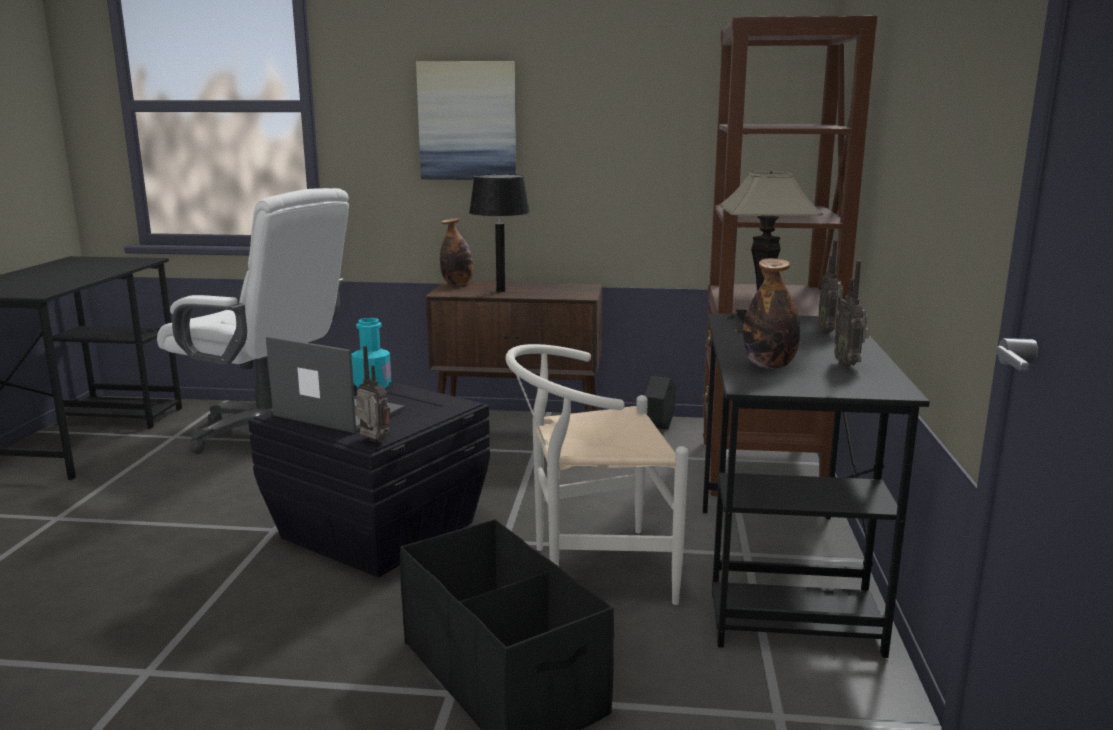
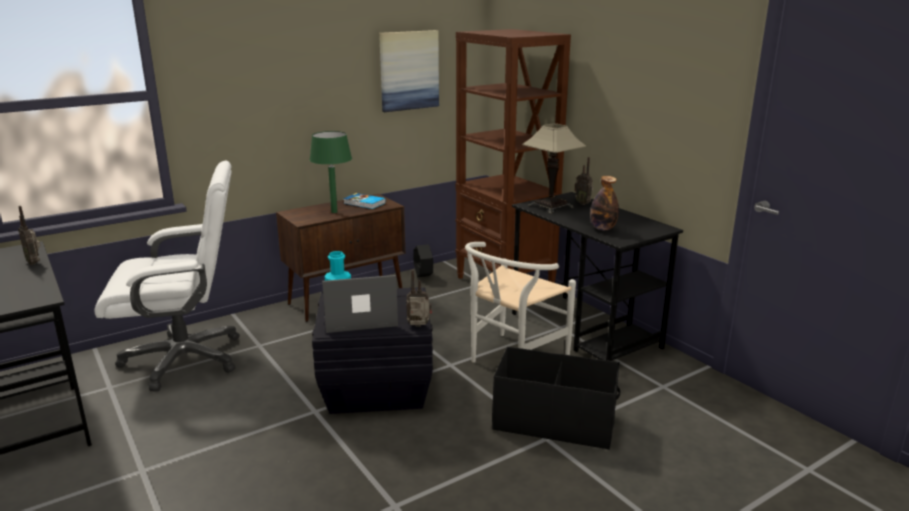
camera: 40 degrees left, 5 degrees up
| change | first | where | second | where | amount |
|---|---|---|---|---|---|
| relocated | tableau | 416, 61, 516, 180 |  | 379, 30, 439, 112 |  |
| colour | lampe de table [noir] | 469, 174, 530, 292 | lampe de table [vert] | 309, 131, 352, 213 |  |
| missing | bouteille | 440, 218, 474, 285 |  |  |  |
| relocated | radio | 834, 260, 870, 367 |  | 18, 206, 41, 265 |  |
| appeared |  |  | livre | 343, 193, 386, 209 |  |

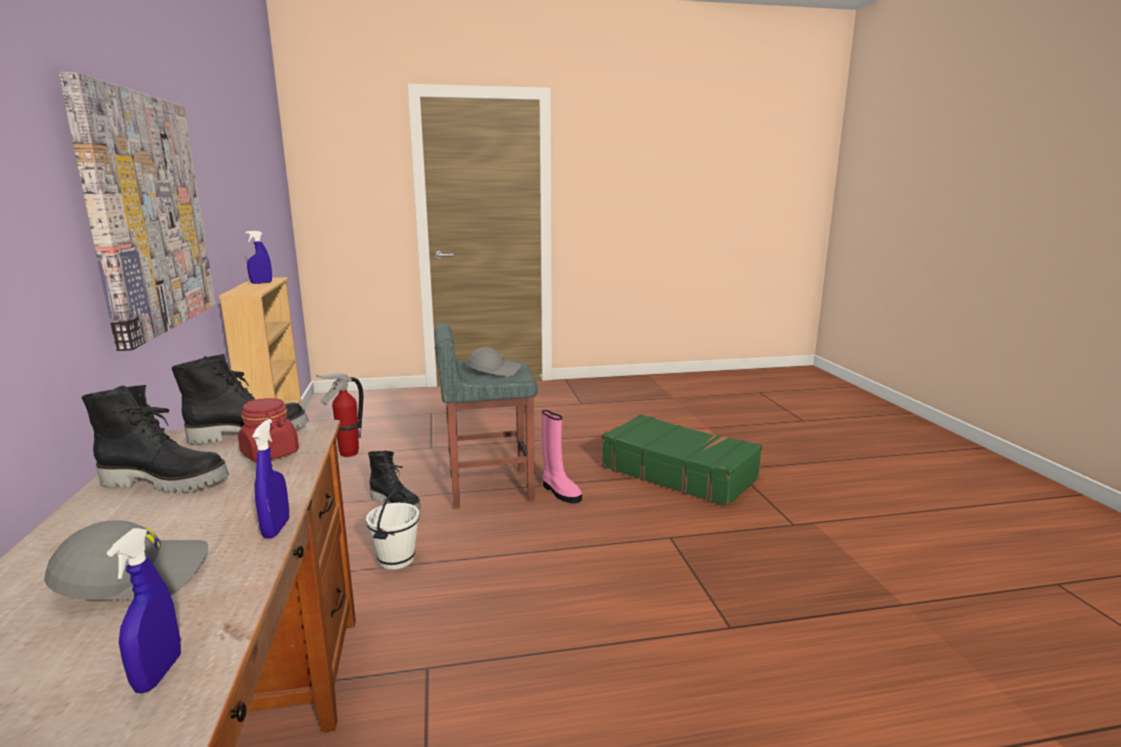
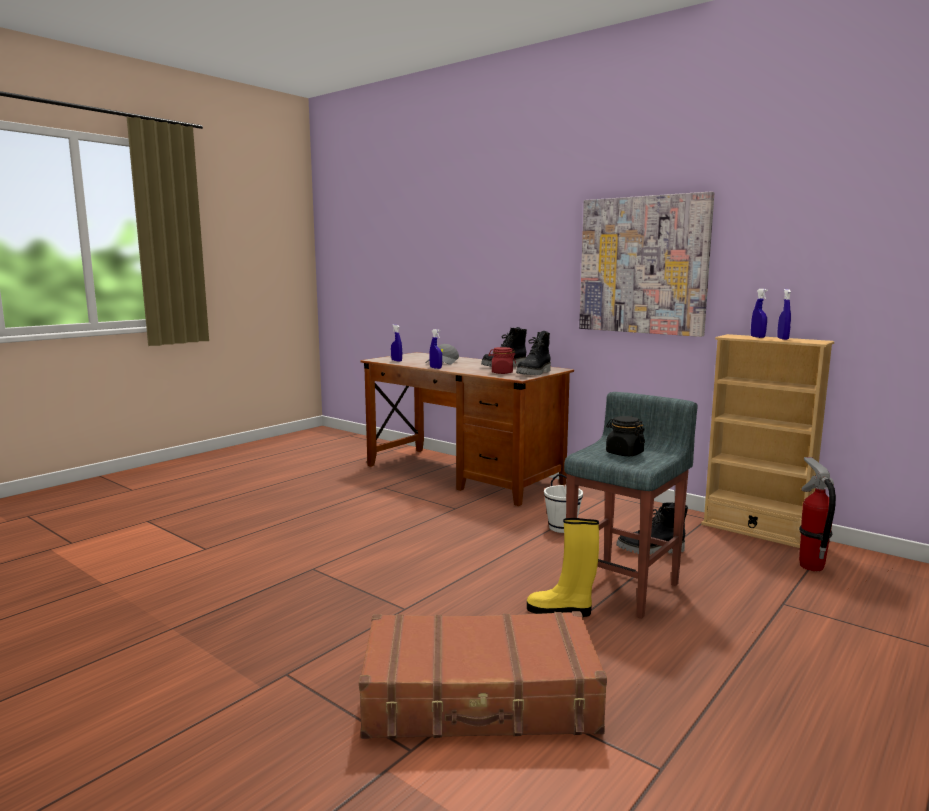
camera: 140 degrees right, 5 degrees down
| change | first | where | second | where | amount |
|---|---|---|---|---|---|
| exchanged | casquette [gris] | 467, 347, 521, 377 | bocal [noir] | 606, 416, 645, 456 |  |
| colour | botte [rose] | 542, 410, 582, 504 | botte [jaune] | 527, 518, 599, 617 |  |
| colour | valise [vert] | 601, 414, 762, 507 | valise [marron] | 359, 611, 607, 739 |  |
| appeared |  |  | vaporisateur [bleu] | 751, 289, 768, 338 |  |

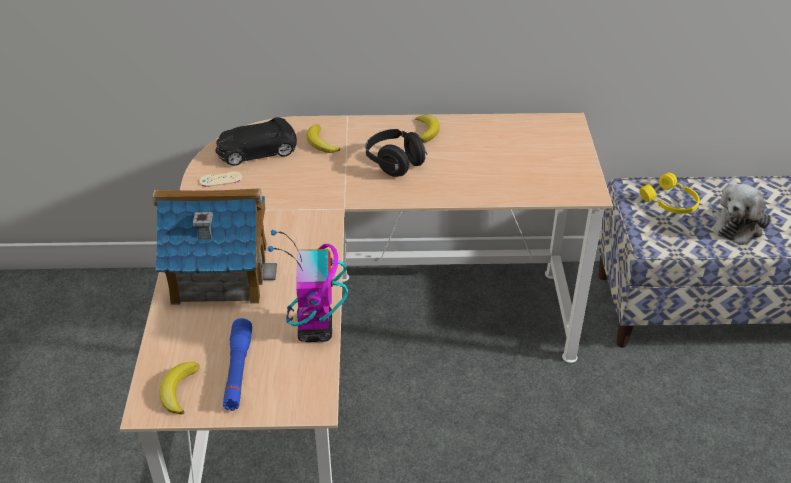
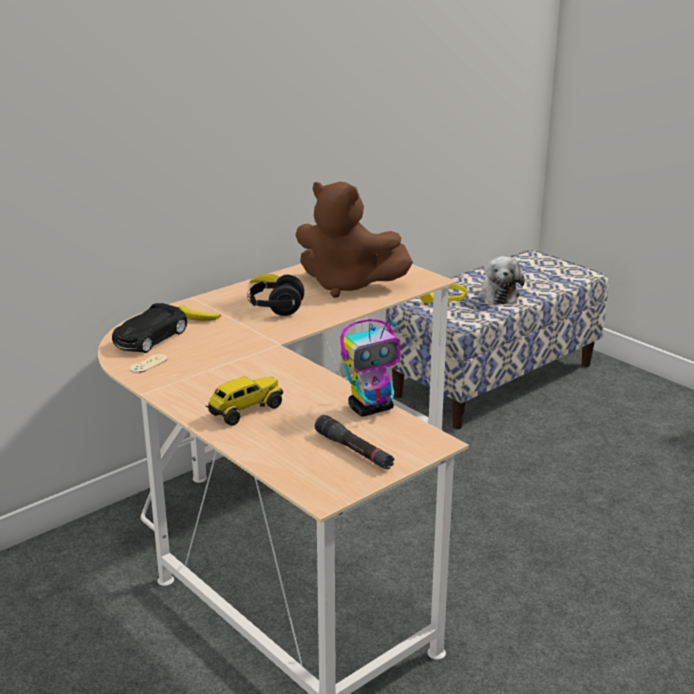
camera: 40 degrees left, 15 degrees down
| change | first | where | second | where | amount |
|---|---|---|---|---|---|
| exchanged | maison miniature | 152, 188, 277, 305 | camion jouet | 206, 377, 283, 426 |  |
| spun | robot jouet | 268, 230, 348, 342 |  | 341, 319, 400, 417 | 75 degrees counterclockwise |
| colour | lampe de poche [bleu] | 223, 318, 252, 411 | lampe de poche [noir] | 315, 415, 394, 470 |  |
| missing | banane | 159, 362, 200, 415 |  |  |  |
| appeared |  |  | peluche [marron] | 295, 182, 413, 298 |  |

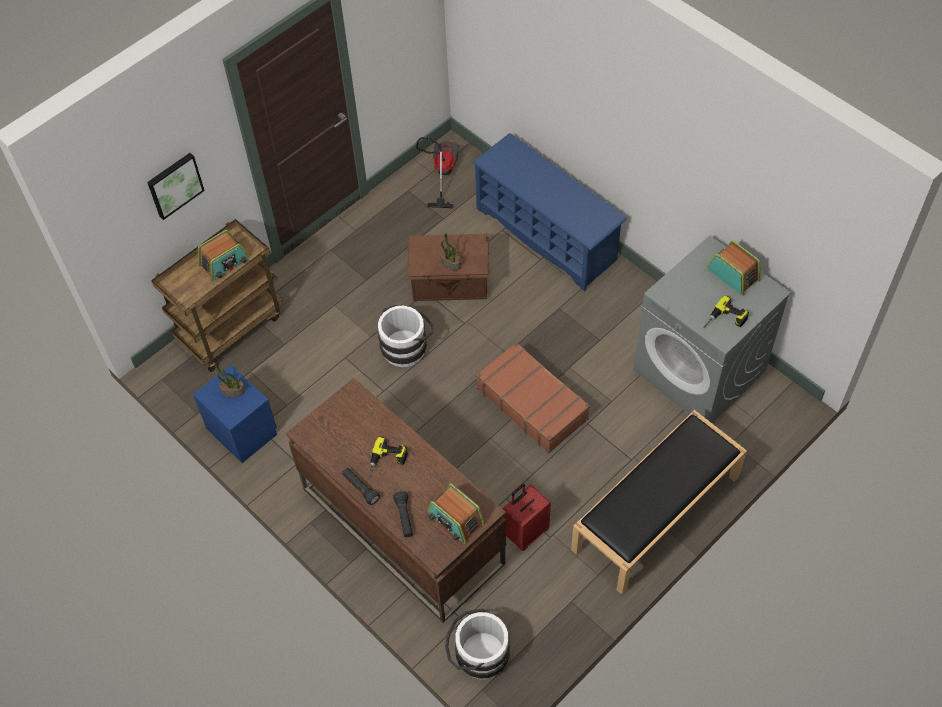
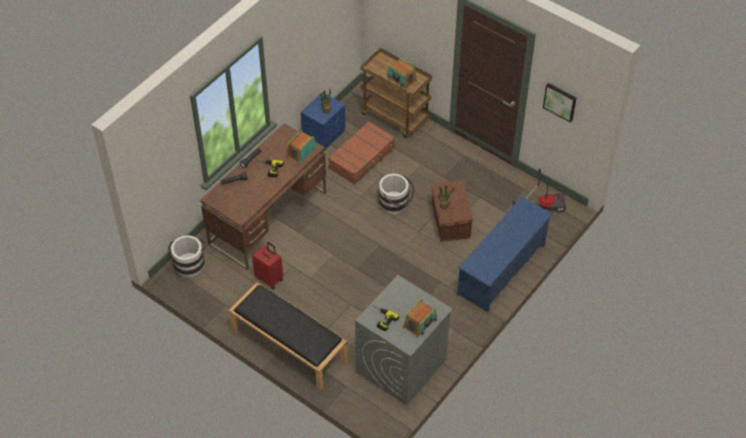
camera: 80 degrees right, 5 degrees down
| change | first | where | second | where | amount |
|---|---|---|---|---|---|
| relocated | tableau | 147, 153, 205, 220 |  | 543, 83, 576, 122 |  |
| relocated | valise [marron] | 476, 342, 590, 453 |  | 328, 121, 395, 185 |  |
| relocated | radio | 428, 483, 485, 544 |  | 287, 130, 317, 163 |  |

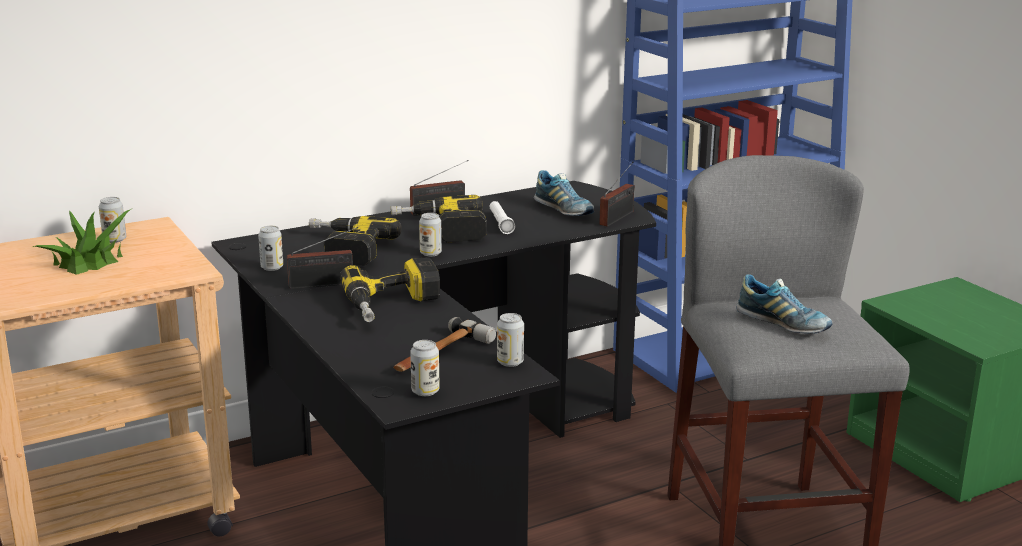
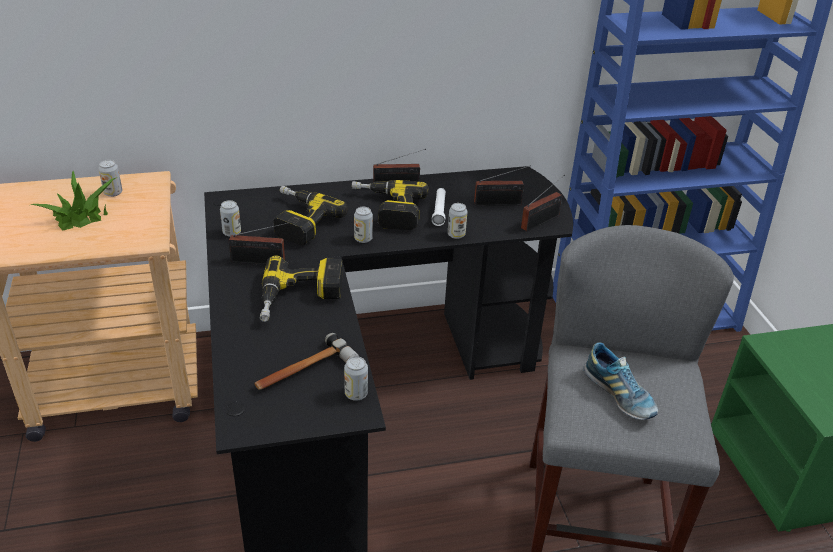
camera: 15 degrees right, 15 degrees up
| change | first | where | second | where | amount |
|---|---|---|---|---|---|
| exchanged | chaussure | 534, 170, 594, 216 | radio | 474, 165, 531, 206 |  |
| relocated | boîte métallique | 410, 340, 439, 396 |  | 448, 203, 468, 239 |  |

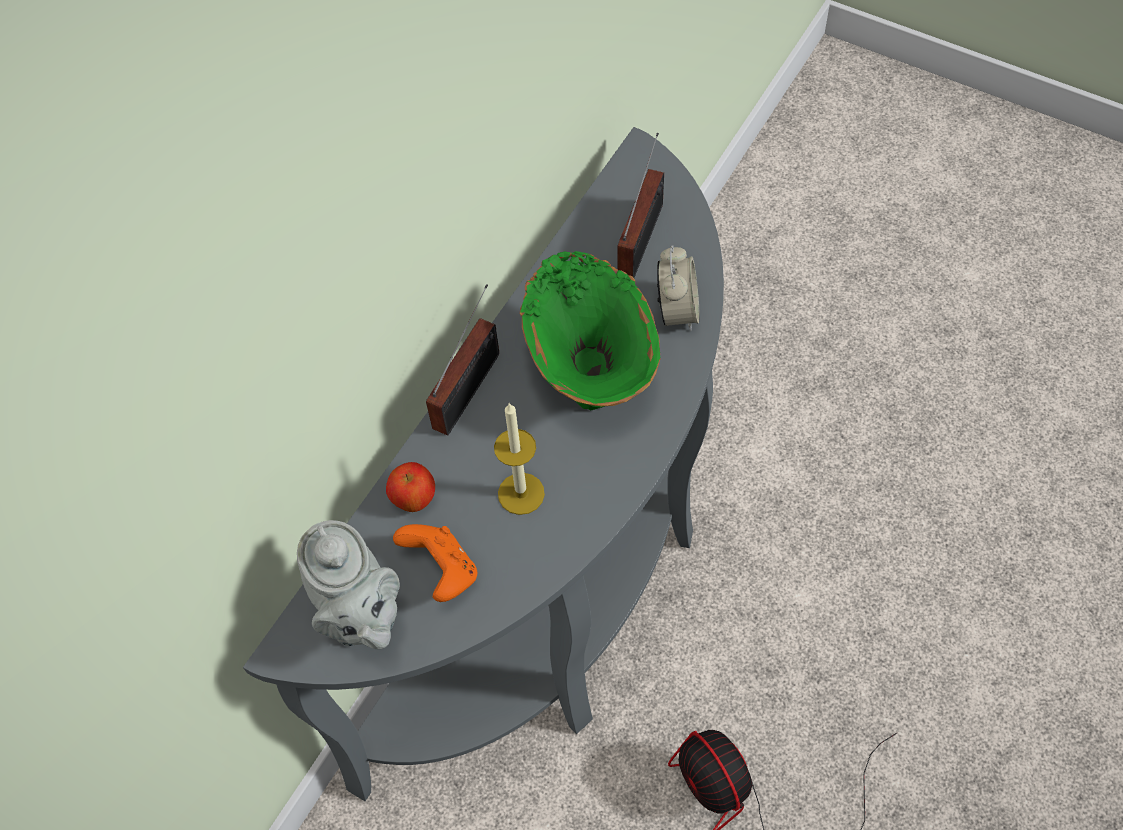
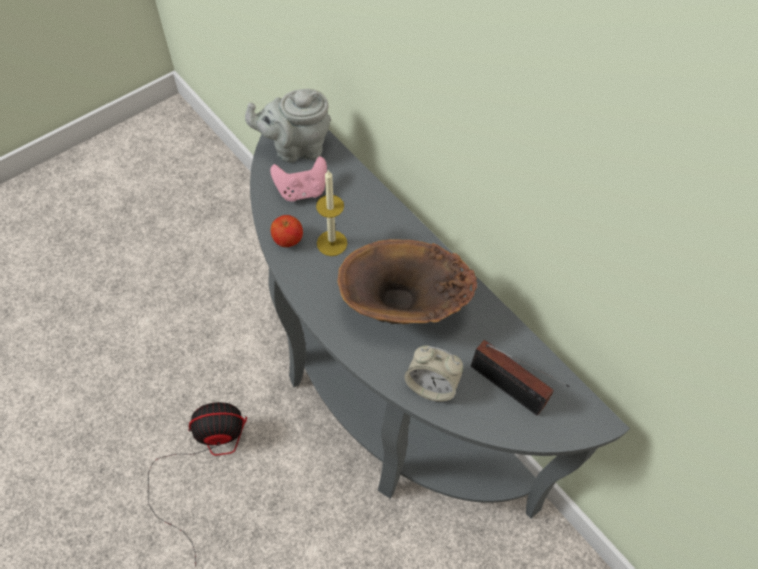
camera: 105 degrees right, 0 degrees up
| change | first | where | second | where | amount |
|---|---|---|---|---|---|
| colour | vase [vert] | 520, 251, 660, 411 | vase [marron] | 337, 239, 477, 324 |  |
| missing | radio | 426, 284, 499, 436 |  |  |  |
| relocated | pomme | 386, 462, 435, 512 |  | 271, 215, 303, 247 |  |
| colour | manette [orange] | 393, 524, 477, 602 | manette [rose] | 270, 156, 327, 202 |  |

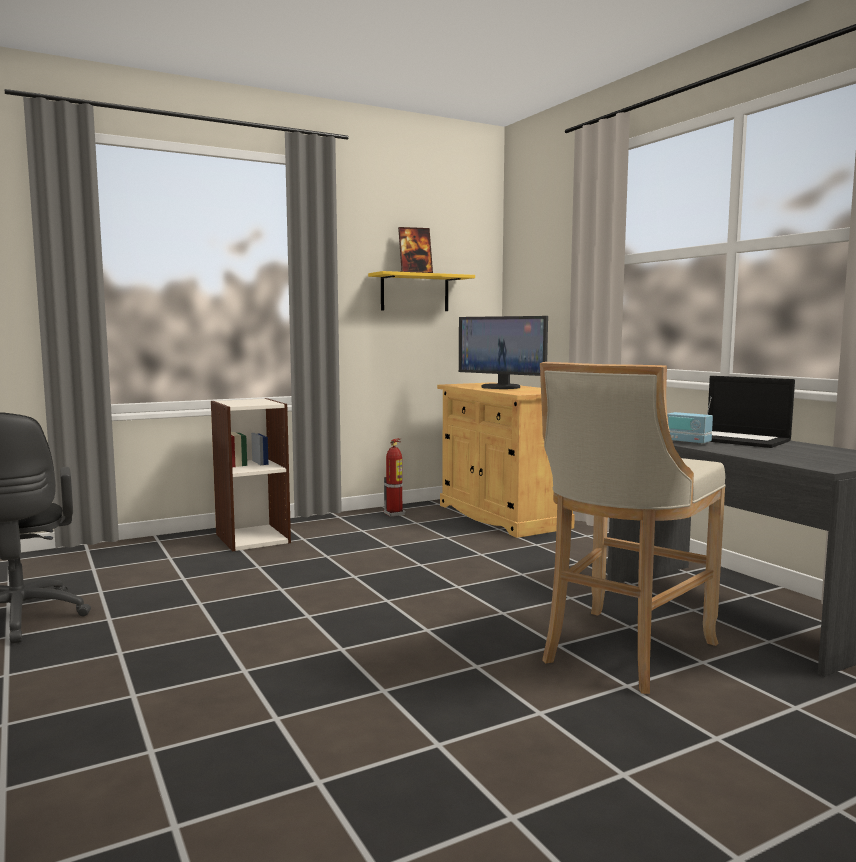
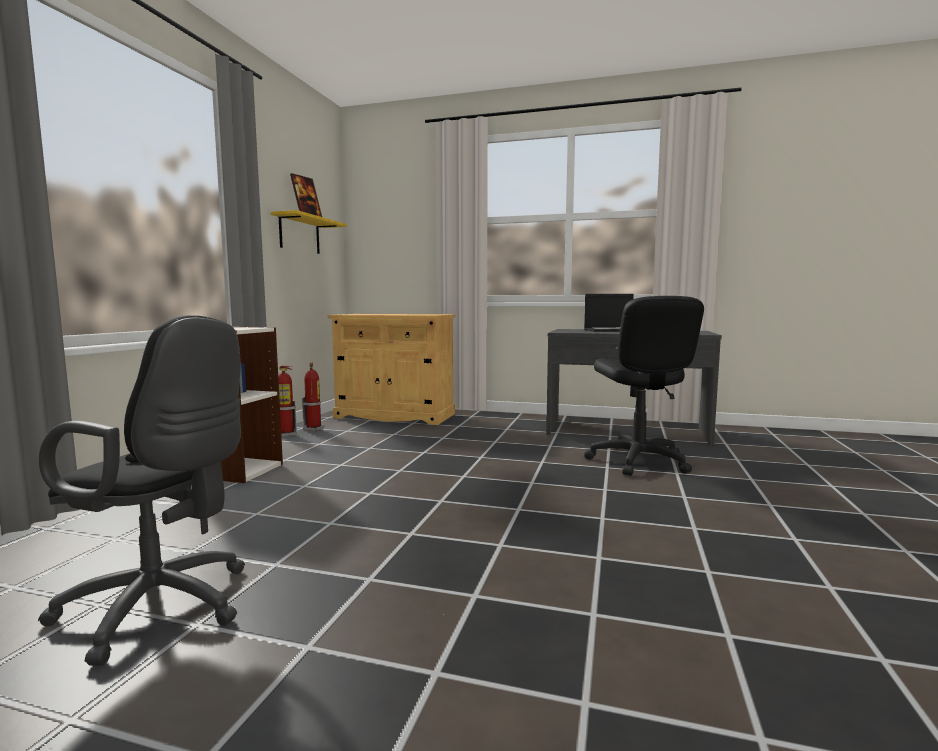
camera: 45 degrees left, 0 degrees up
| change | first | where | second | where | amount |
|---|---|---|---|---|---|
| missing | écran d'ordinateur | 459, 316, 548, 389 |  |  |  |
| exchanged | tabouret [beige] | 540, 362, 726, 694 | chaise de bureau [noir] | 584, 296, 704, 476 |  |
| missing | radio | 667, 397, 713, 445 |  |  |  |
| appeared |  |  | extincteur | 278, 365, 297, 437 |  |

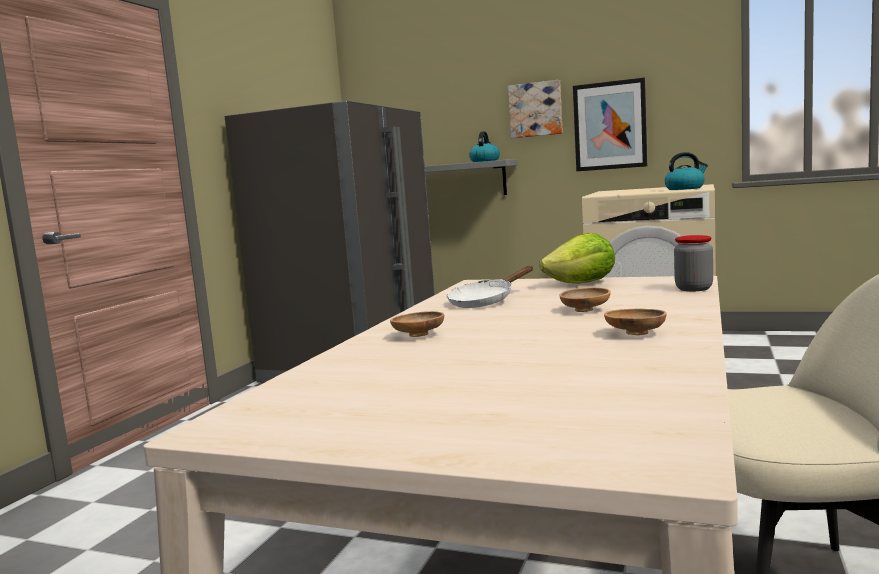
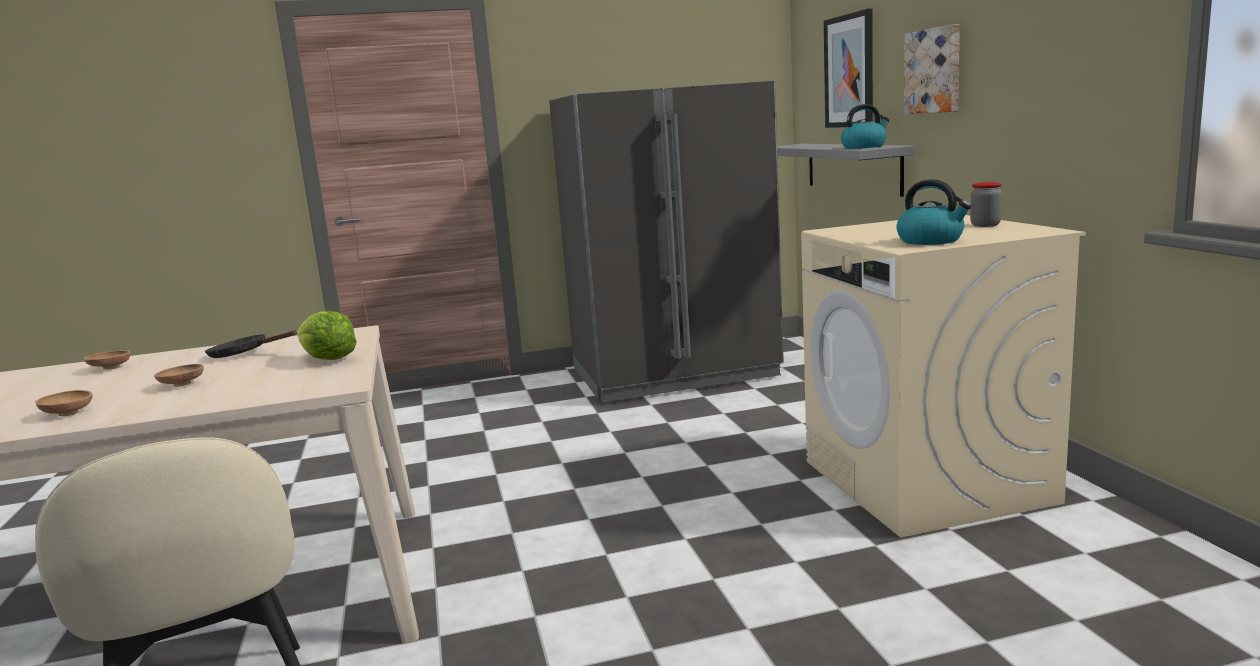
camera: 55 degrees right, 5 degrees up
| change | first | where | second | where | amount |
|---|---|---|---|---|---|
| relocated | tableau | 573, 77, 647, 171 |  | 824, 8, 873, 128 |  |
| relocated | bocal | 674, 235, 713, 291 |  | 970, 182, 1002, 227 |  |
| colour | poêle [blanc] | 447, 266, 533, 308 | poêle [noir] | 205, 330, 297, 358 |  |

